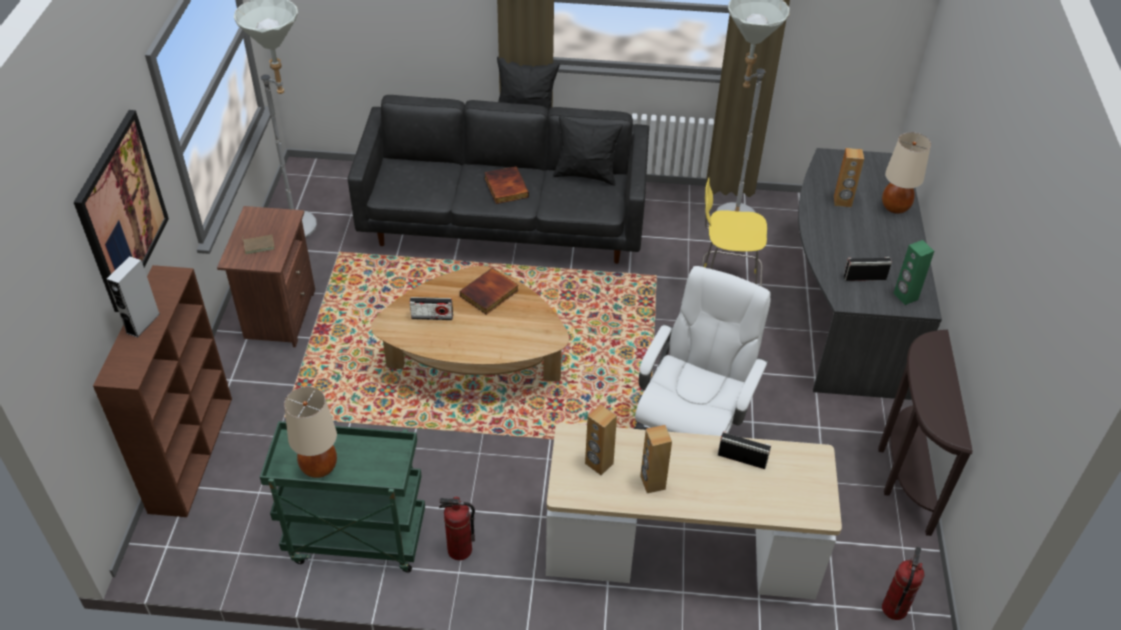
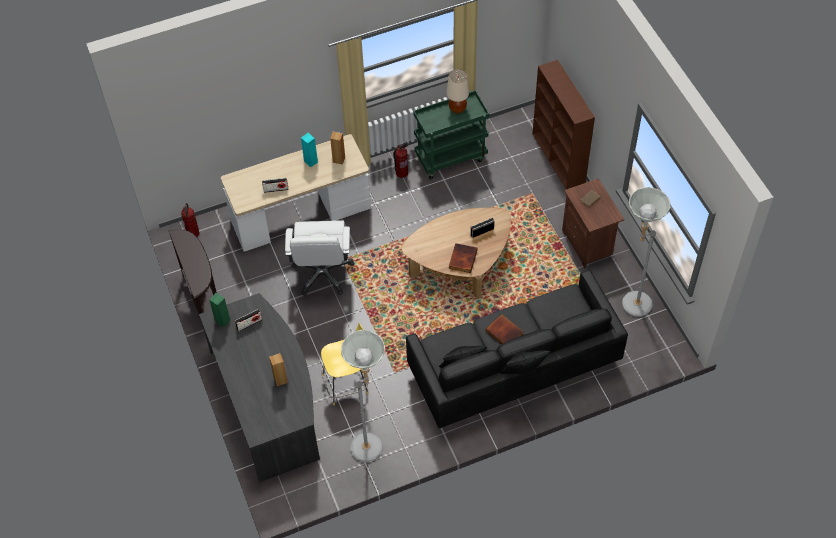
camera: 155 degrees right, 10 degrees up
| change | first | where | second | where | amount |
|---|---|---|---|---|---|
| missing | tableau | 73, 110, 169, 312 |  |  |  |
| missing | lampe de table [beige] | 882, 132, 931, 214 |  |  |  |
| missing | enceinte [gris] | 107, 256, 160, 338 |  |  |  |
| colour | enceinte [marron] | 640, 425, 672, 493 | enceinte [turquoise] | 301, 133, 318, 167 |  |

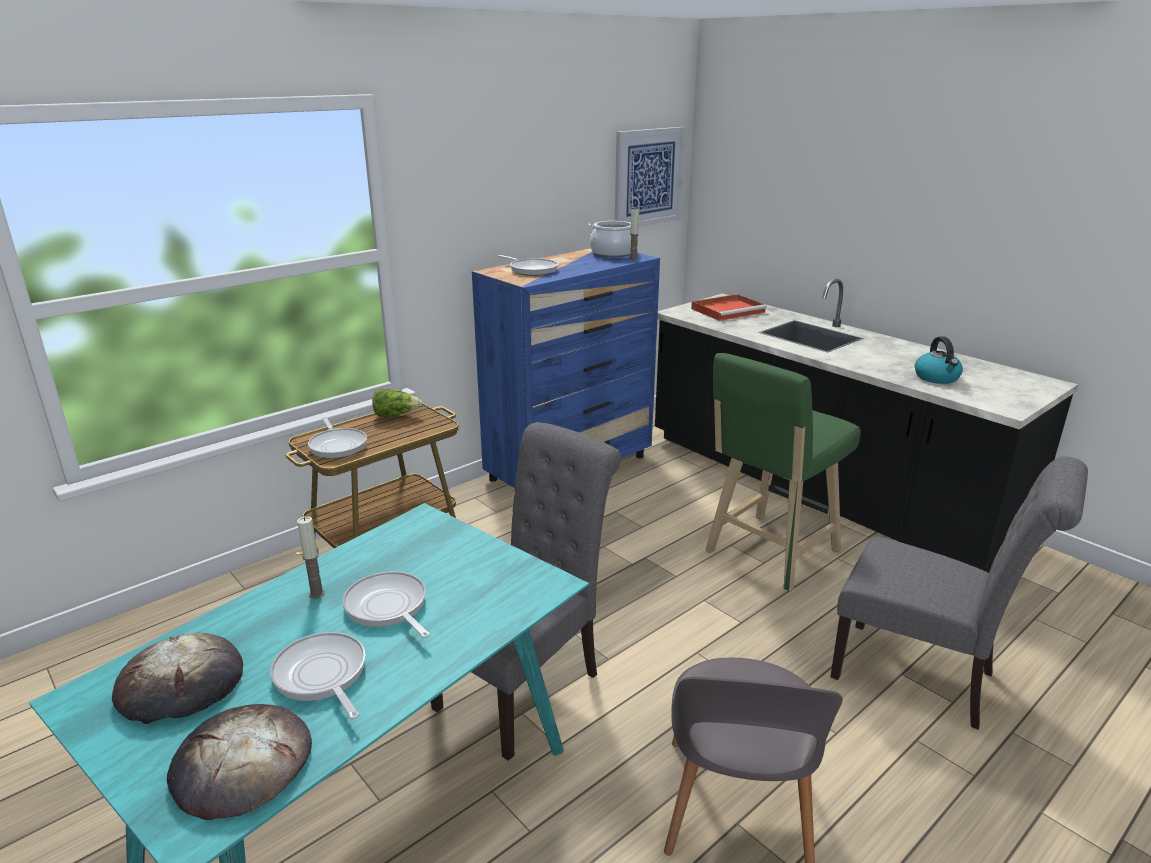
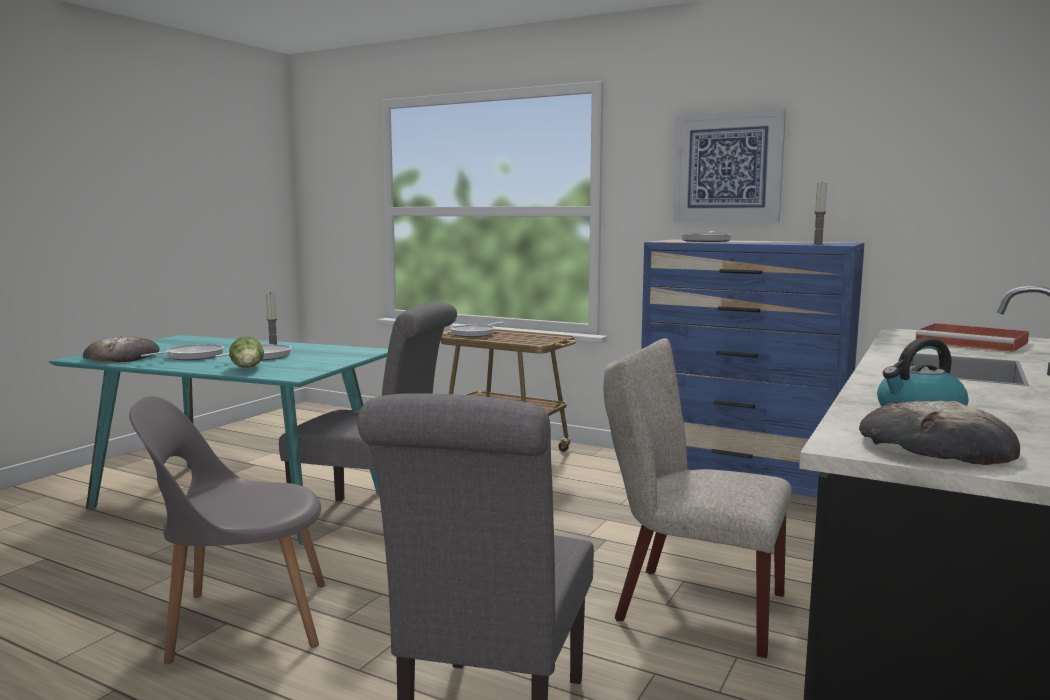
camera: 70 degrees right, 15 degrees down
| change | first | where | second | where | amount |
|---|---|---|---|---|---|
| relocated | tableau | 615, 127, 685, 227 |  | 673, 108, 786, 222 |  |
| missing | marmite | 588, 221, 631, 258 |  |  |  |
| exchanged | tabouret [vert] | 705, 353, 861, 592 | chaise [beige] | 604, 338, 792, 658 |  |
| relocated | laitue | 372, 389, 422, 417 |  | 229, 336, 264, 368 |  |
| relocated | pain | 112, 633, 243, 724 |  | 859, 400, 1020, 465 |  |

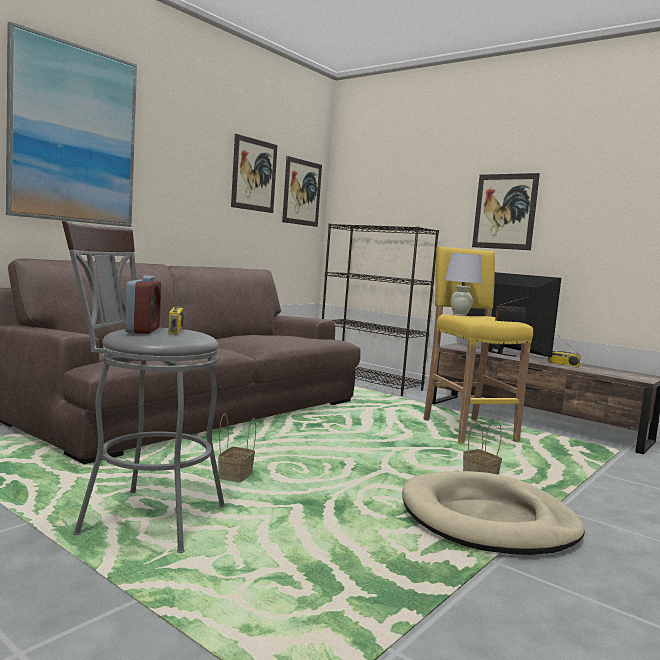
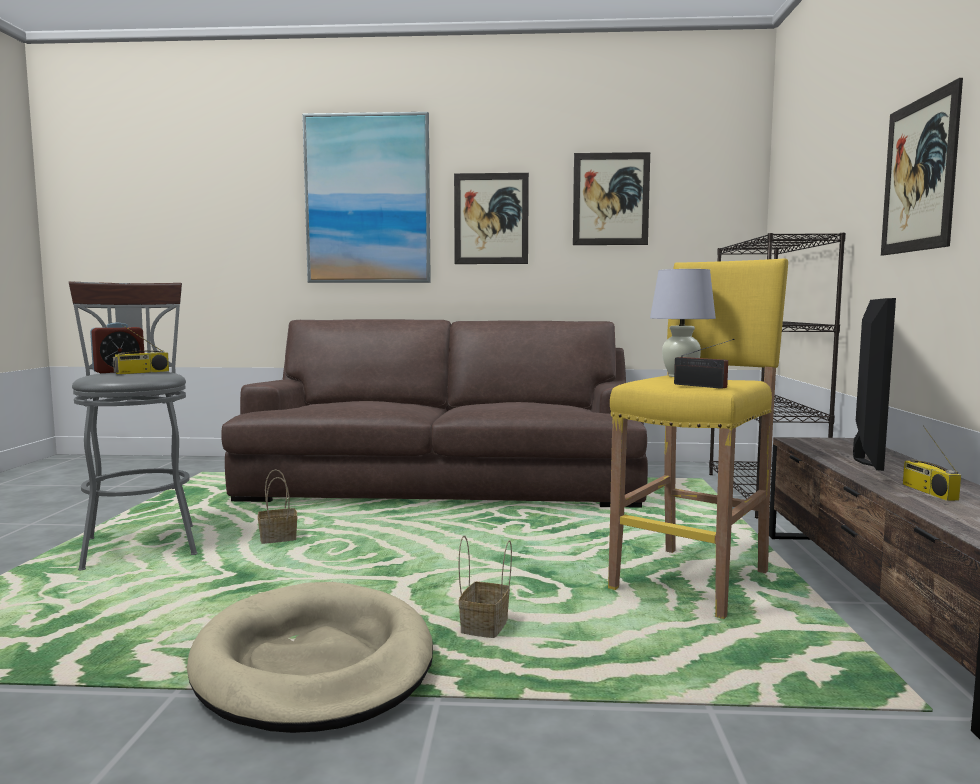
camera: 55 degrees right, 0 degrees up
| change | first | where | second | where | amount |
|---|---|---|---|---|---|
| relocated | tableau | 282, 156, 322, 227 |  | 454, 173, 529, 264 |  |

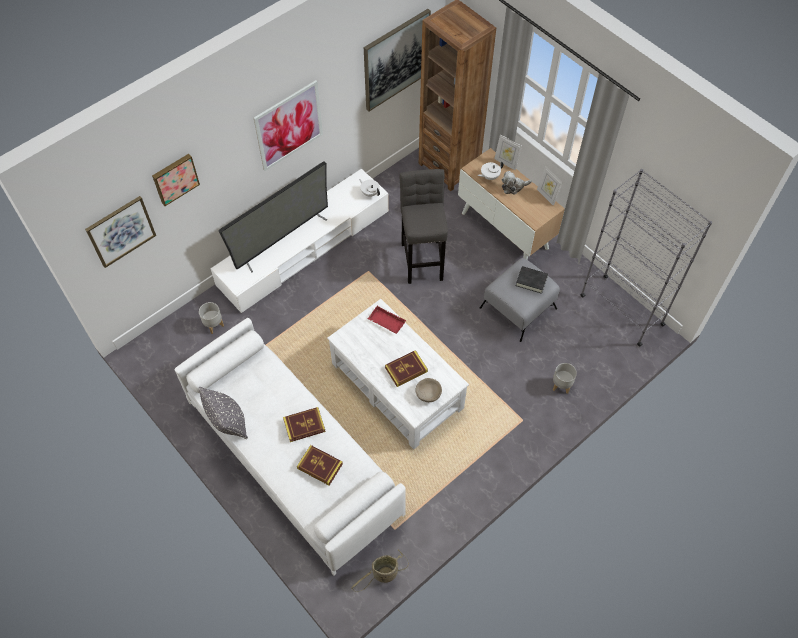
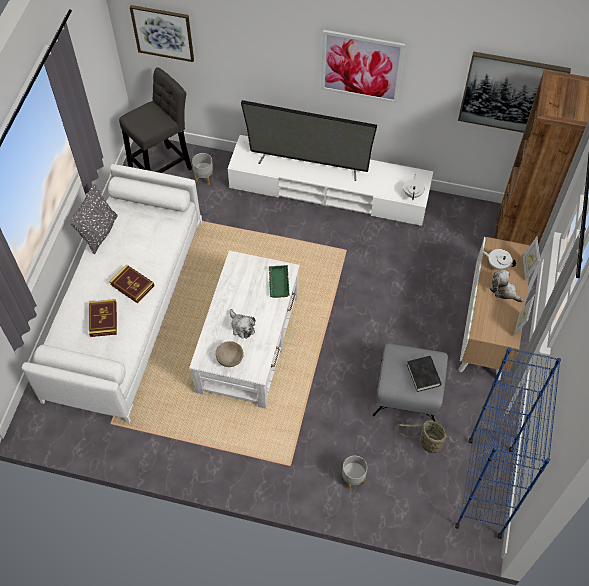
camera: 55 degrees right, 0 degrees up
| change | first | where | second | where | amount |
|---|---|---|---|---|---|
| missing | tableau | 152, 154, 200, 206 |  |  |  |
| relocated | tabouret [gris] | 399, 169, 448, 284 |  | 119, 67, 192, 173 |  |
| colour | bibliothèque [gris] | 580, 169, 712, 346 | bibliothèque [bleu] | 455, 347, 561, 539 |  |
| colour | plateau [rouge] | 368, 306, 406, 334 | plateau [vert] | 269, 265, 290, 298 |  |
| exchanged | livre | 385, 350, 428, 387 | peluche | 230, 309, 255, 339 |  |
| relocated | panier | 351, 549, 409, 592 |  | 398, 420, 458, 457 |  |

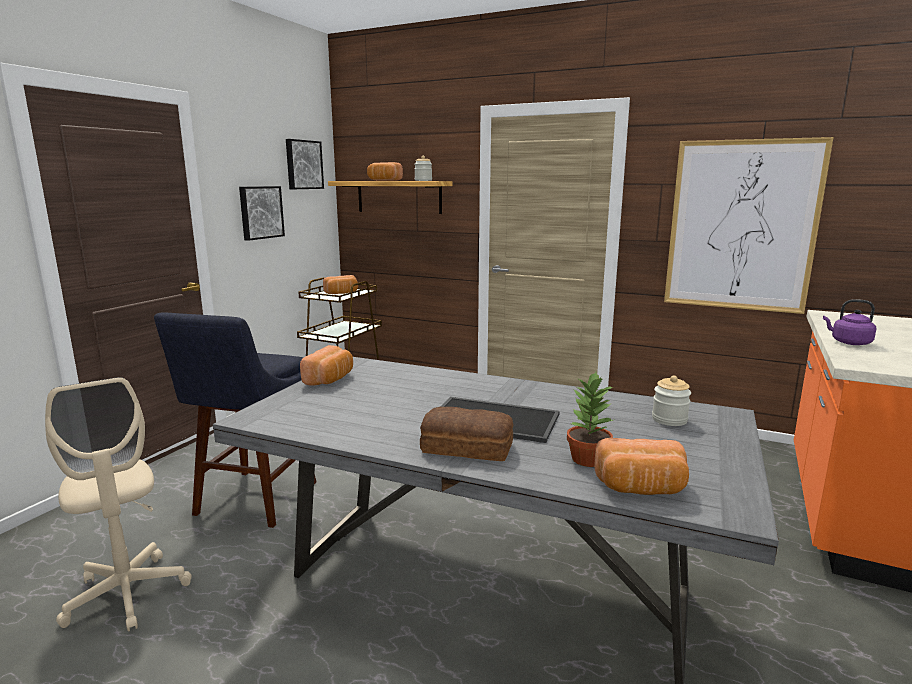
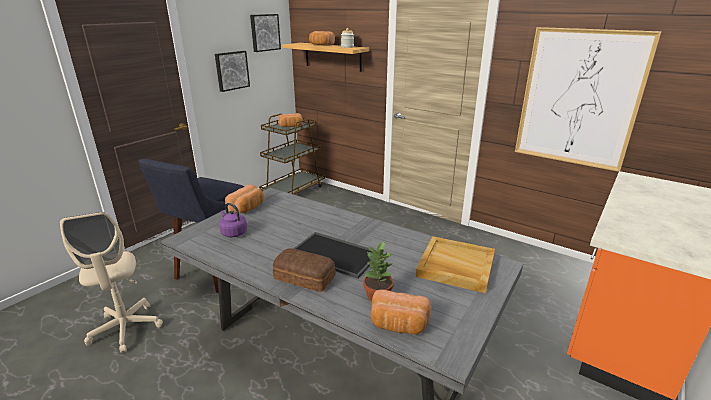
camera: 10 degrees right, 10 degrees up
| change | first | where | second | where | amount |
|---|---|---|---|---|---|
| relocated | bouilloire [violet] | 823, 299, 876, 345 |  | 219, 203, 247, 237 |  |
| exchanged | bocal | 652, 375, 691, 426 | plateau [beige] | 416, 236, 495, 293 |  |

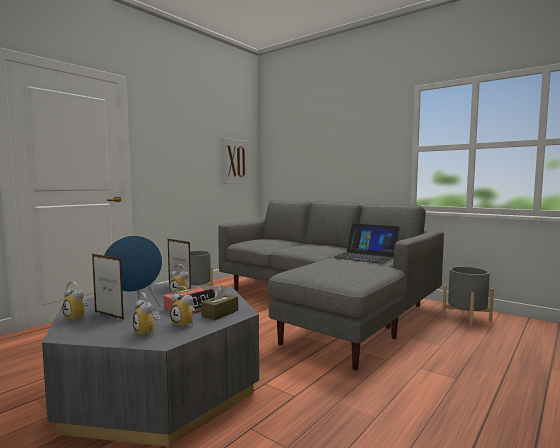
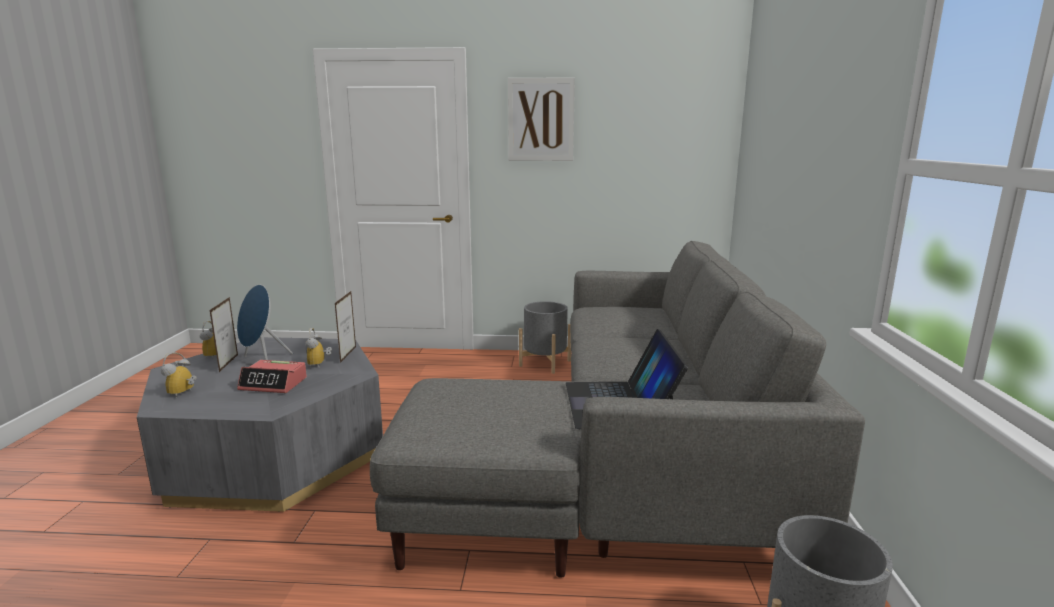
camera: 55 degrees right, 10 degrees up
| change | first | where | second | where | amount |
|---|---|---|---|---|---|
| relocated | tableau | 222, 138, 250, 184 |  | 508, 77, 575, 161 |  |
| missing | boîte à mouchoirs [marron] | 201, 285, 238, 320 |  |  |  |
| missing | réveil | 170, 286, 195, 328 |  |  |  |

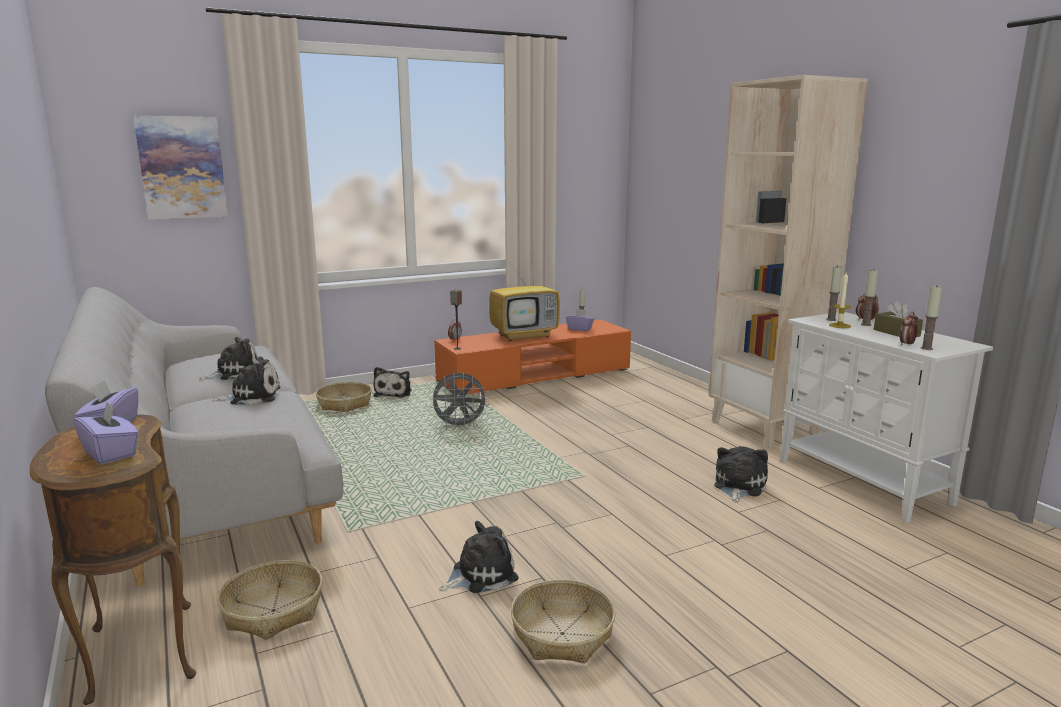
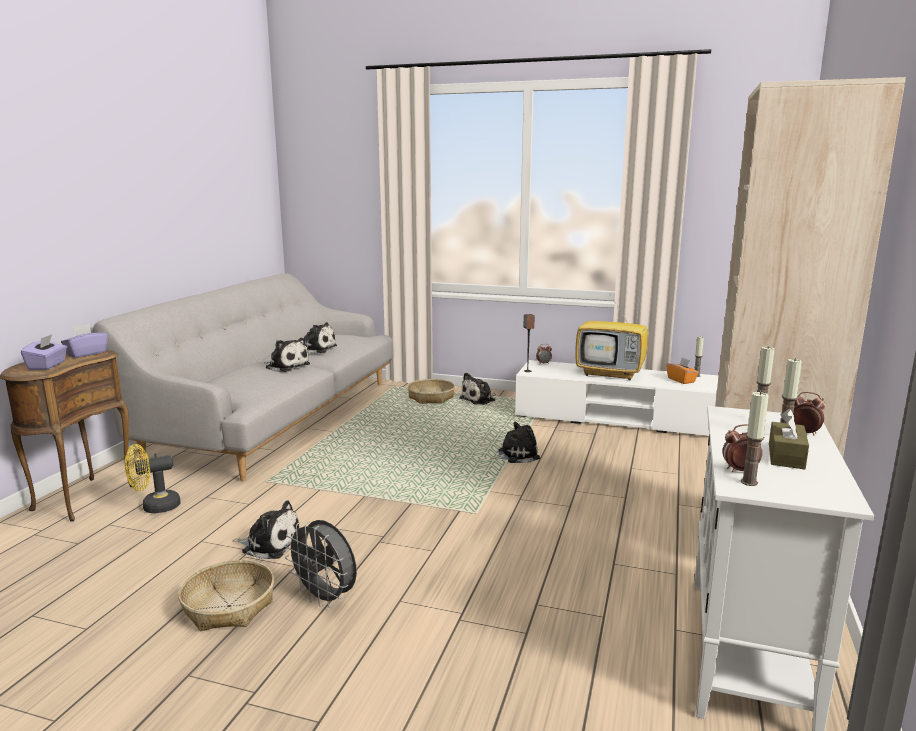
camera: 45 degrees right, 0 degrees up
| change | first | where | second | where | amount |
|---|---|---|---|---|---|
| missing | tableau | 133, 116, 228, 220 |  |  |  |
| missing | bougie | 829, 271, 852, 328 |  |  |  |
| colour | boîte à mouchoirs [violet] | 566, 309, 594, 331 | boîte à mouchoirs [orange] | 666, 357, 699, 384 |  |
| colour | meuble télé [orange] | 434, 320, 631, 394 | meuble télé [blanc] | 515, 360, 719, 436 |  |
| relocated | ventilateur [gris] | 429, 373, 489, 429 |  | 284, 520, 357, 608 |  |
| relocated | peluche | 714, 446, 768, 503 |  | 490, 422, 540, 463 |  |
| exchanged | panier | 217, 560, 323, 640 | ventilateur [jaune] | 125, 444, 181, 513 |  |

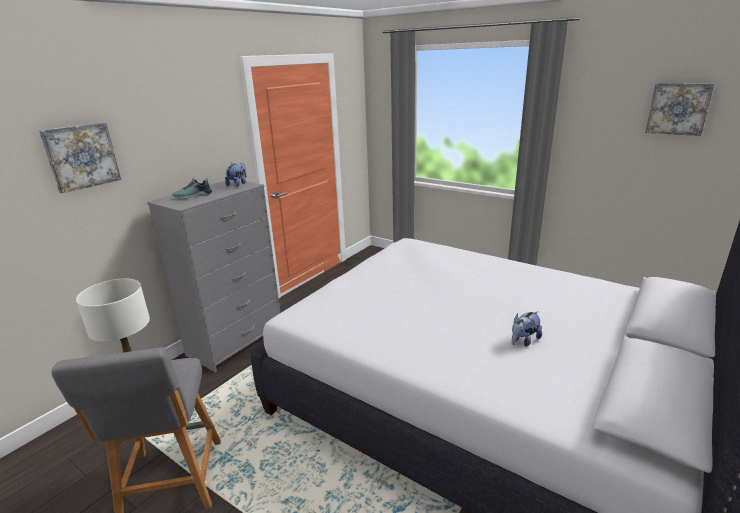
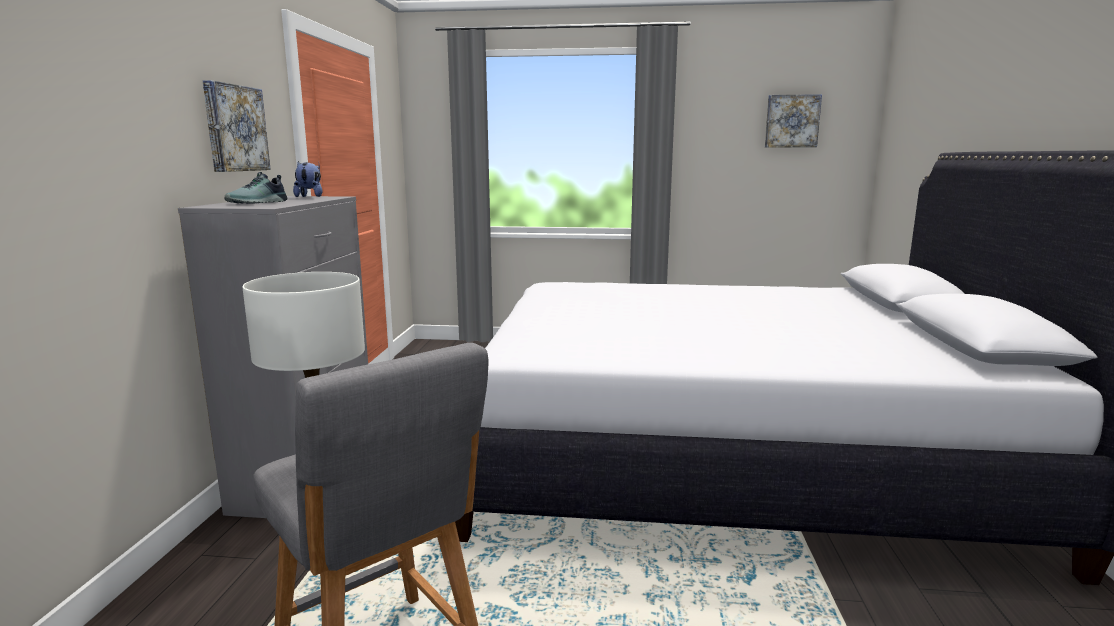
camera: 30 degrees left, 10 degrees down
| change | first | where | second | where | amount |
|---|---|---|---|---|---|
| relocated | tableau | 39, 122, 121, 193 |  | 203, 80, 271, 172 |  |
| missing | peluche | 512, 311, 542, 347 |  |  |  |

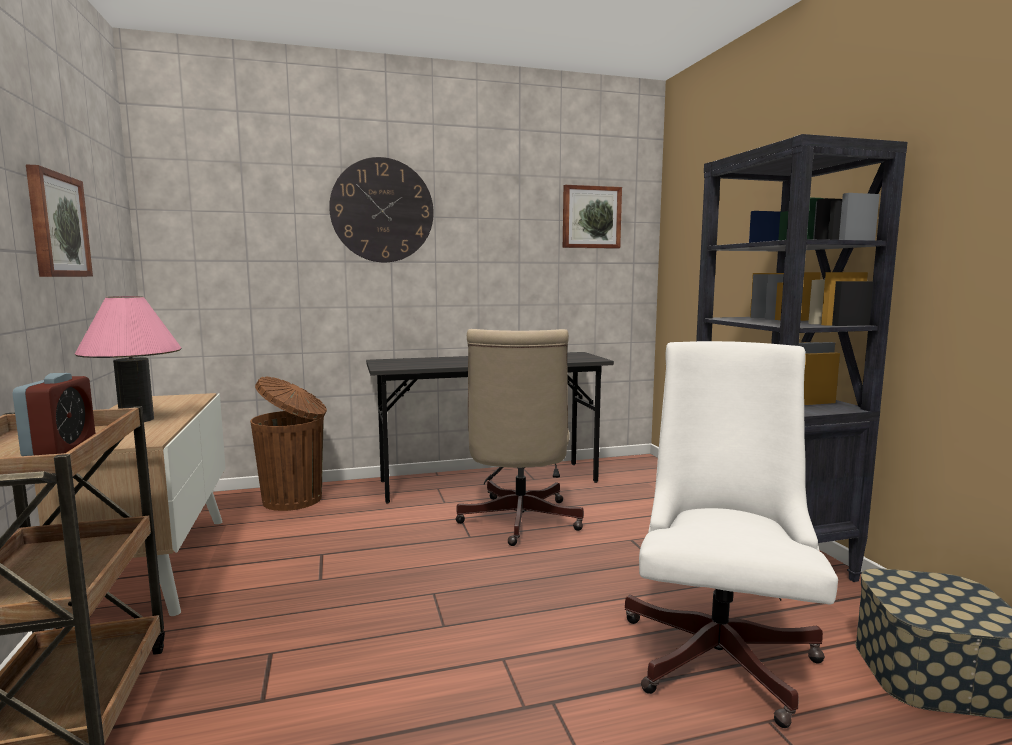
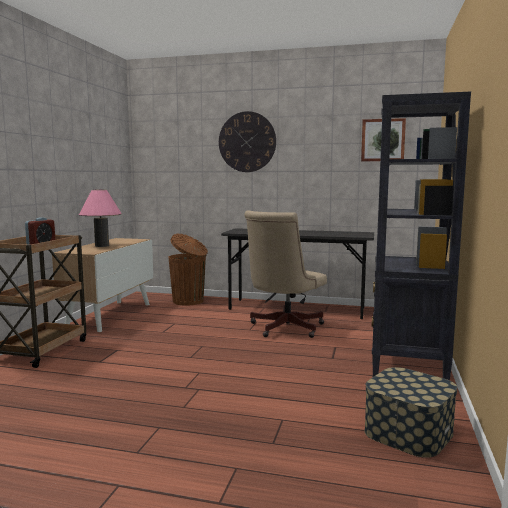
camera: 30 degrees right, 0 degrees up
| change | first | where | second | where | amount |
|---|---|---|---|---|---|
| missing | tableau | 26, 164, 93, 277 |  |  |  |
| missing | chaise de bureau [blanc] | 625, 341, 838, 728 |  |  |  |

